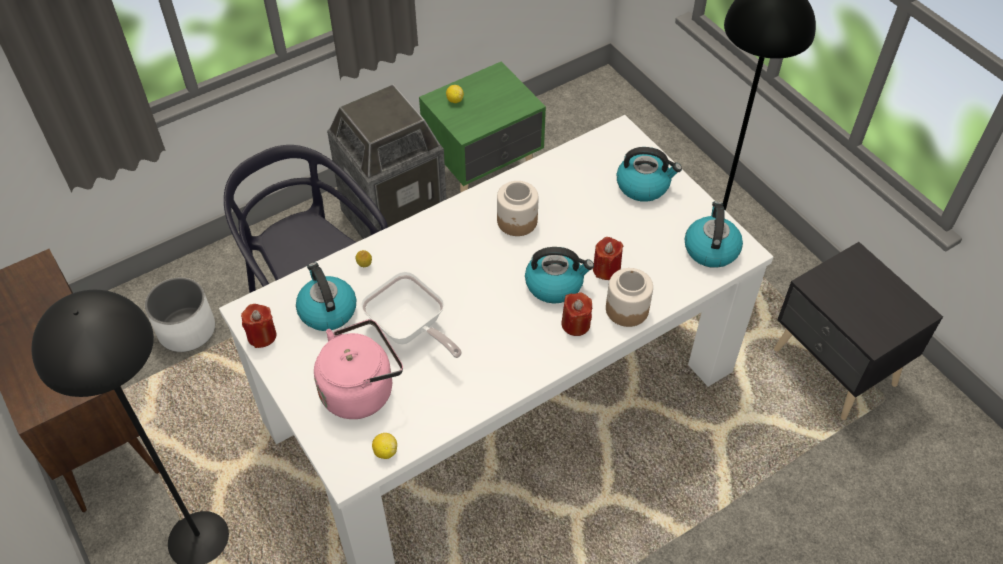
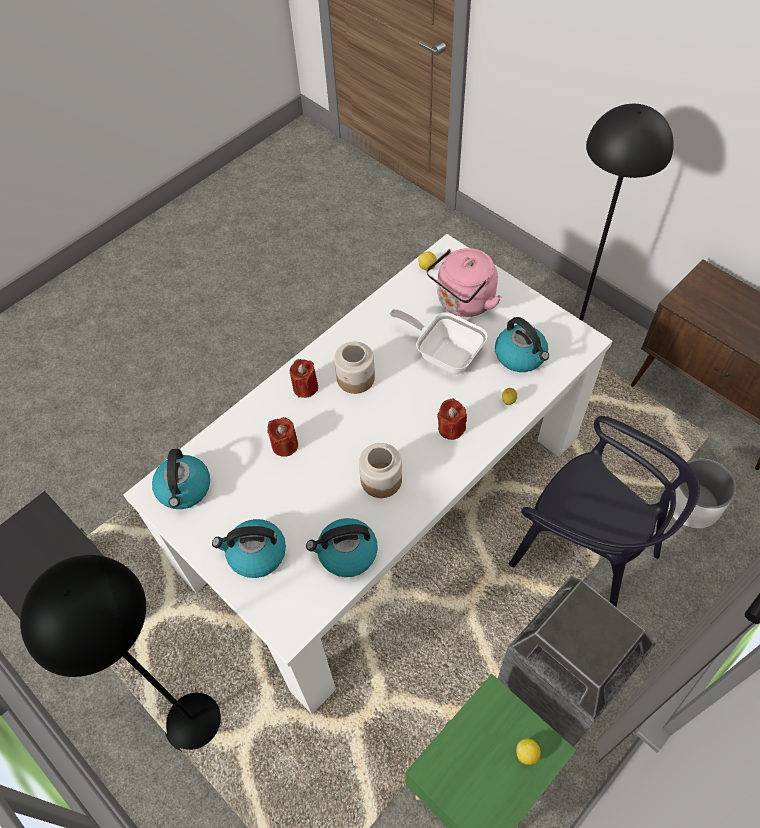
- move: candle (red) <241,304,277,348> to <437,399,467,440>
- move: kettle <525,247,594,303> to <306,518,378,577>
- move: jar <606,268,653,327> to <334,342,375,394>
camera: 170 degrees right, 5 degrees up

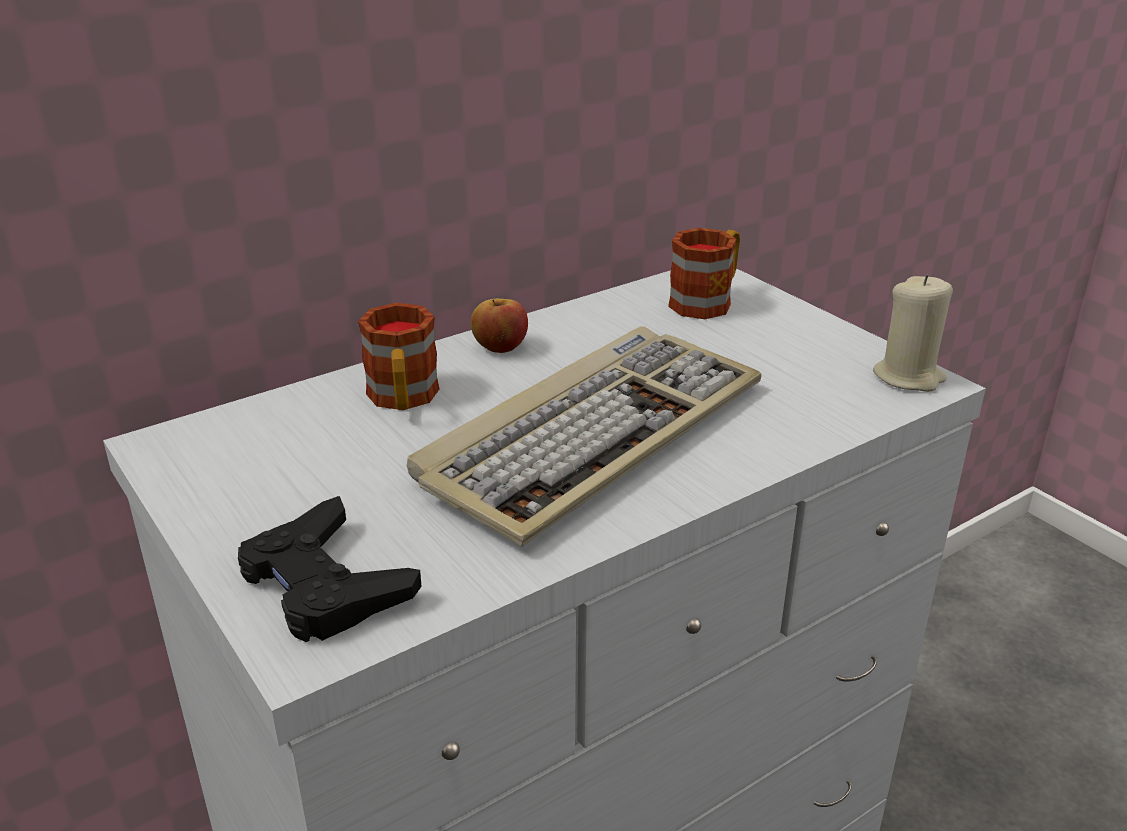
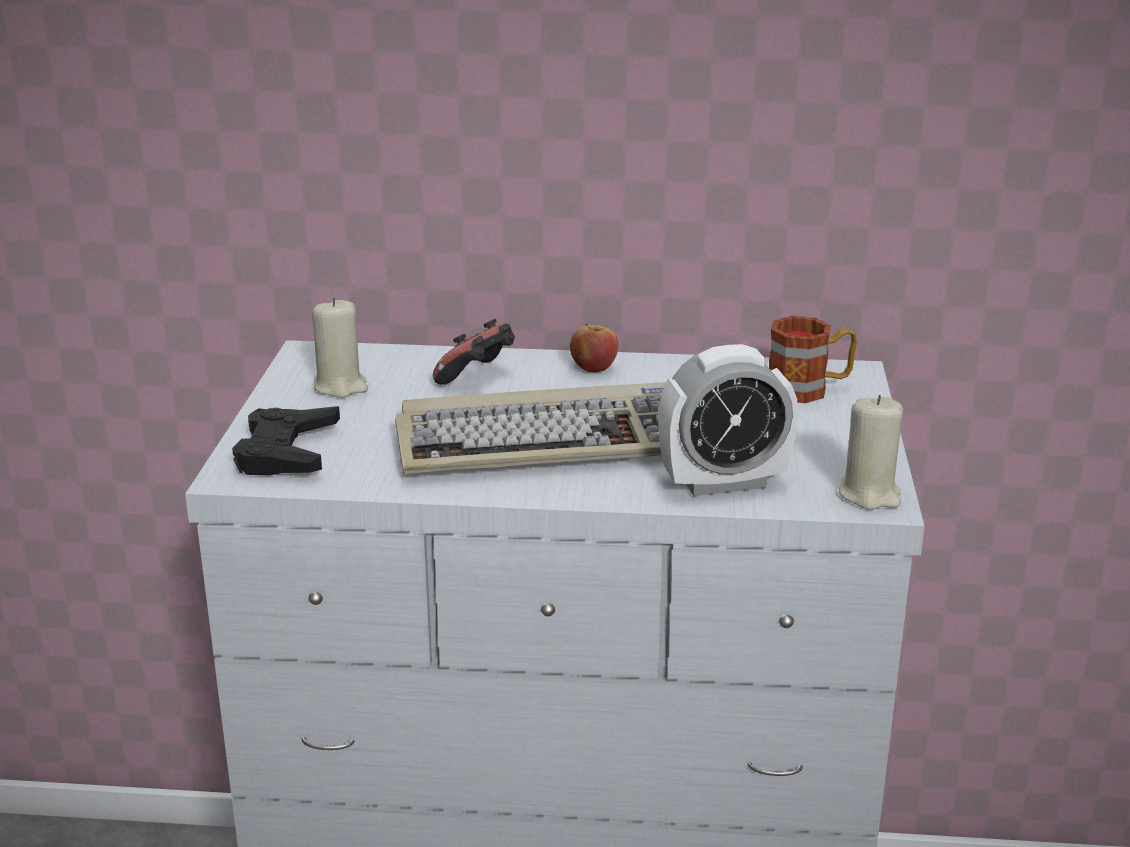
- insert: candle (beige) <312,298,368,398>
- insert: alarm clock <658,344,798,496>
- replace: mug <358,303,439,410> to game controller <433,319,515,385>
camera: 40 degrees right, 5 degrees down

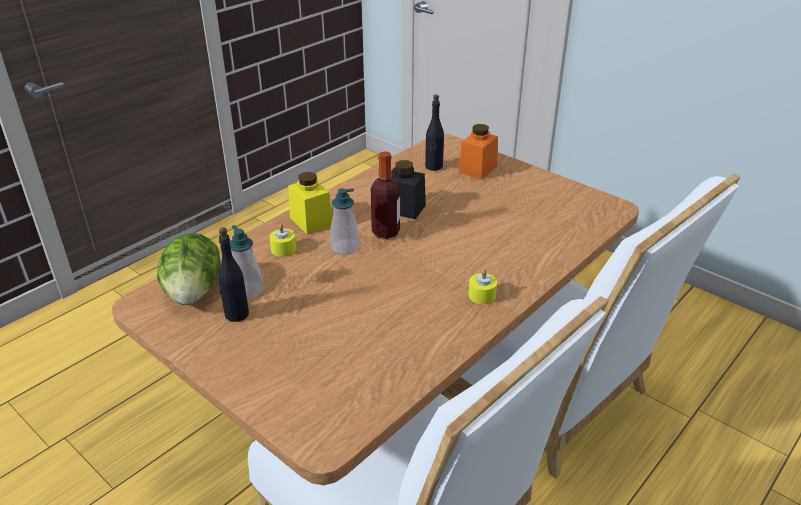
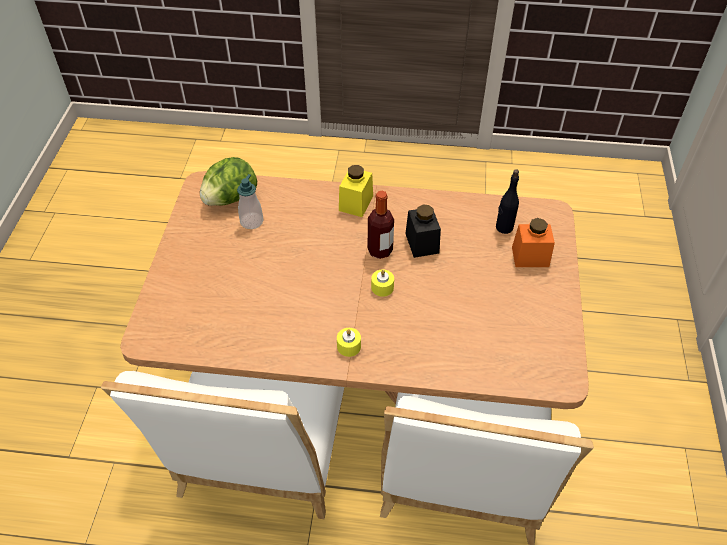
- delete: bottle (black) <218,228,249,322>
- delete: soap dispenser <330,188,359,255>
- move: candle (yellow) <269,224,296,257> to <371,270,394,297>
camera: 55 degrees right, 15 degrees up

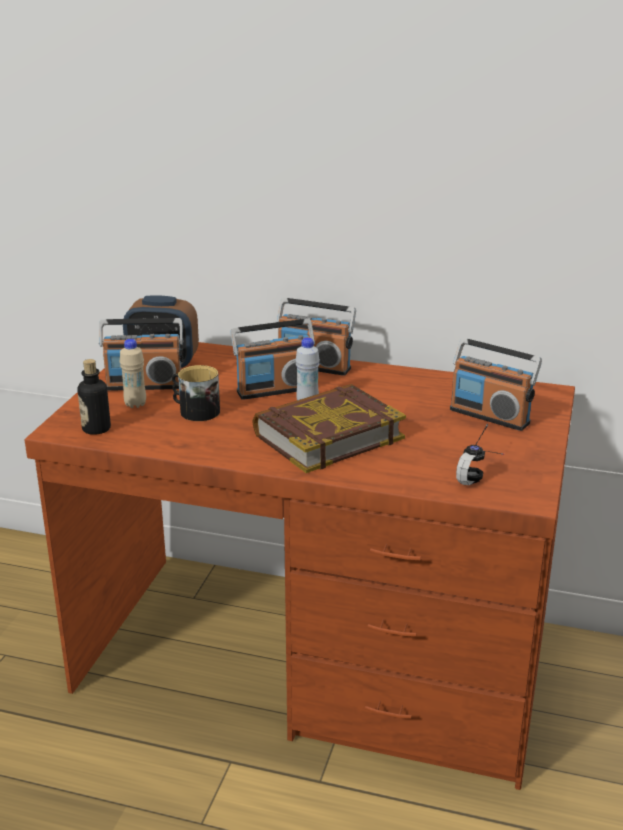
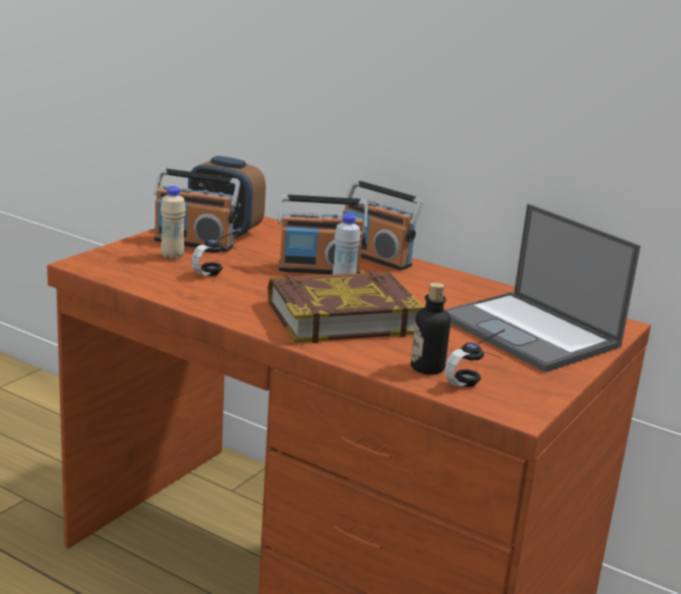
- move: bottle <78,359,111,435> to <411,282,451,375>
- replace: mug <172,365,220,421> to headphones <192,228,241,276>
- replace: radio <450,338,542,431> to laptop <446,203,641,372>
camera: 15 degrees right, 5 degrees down

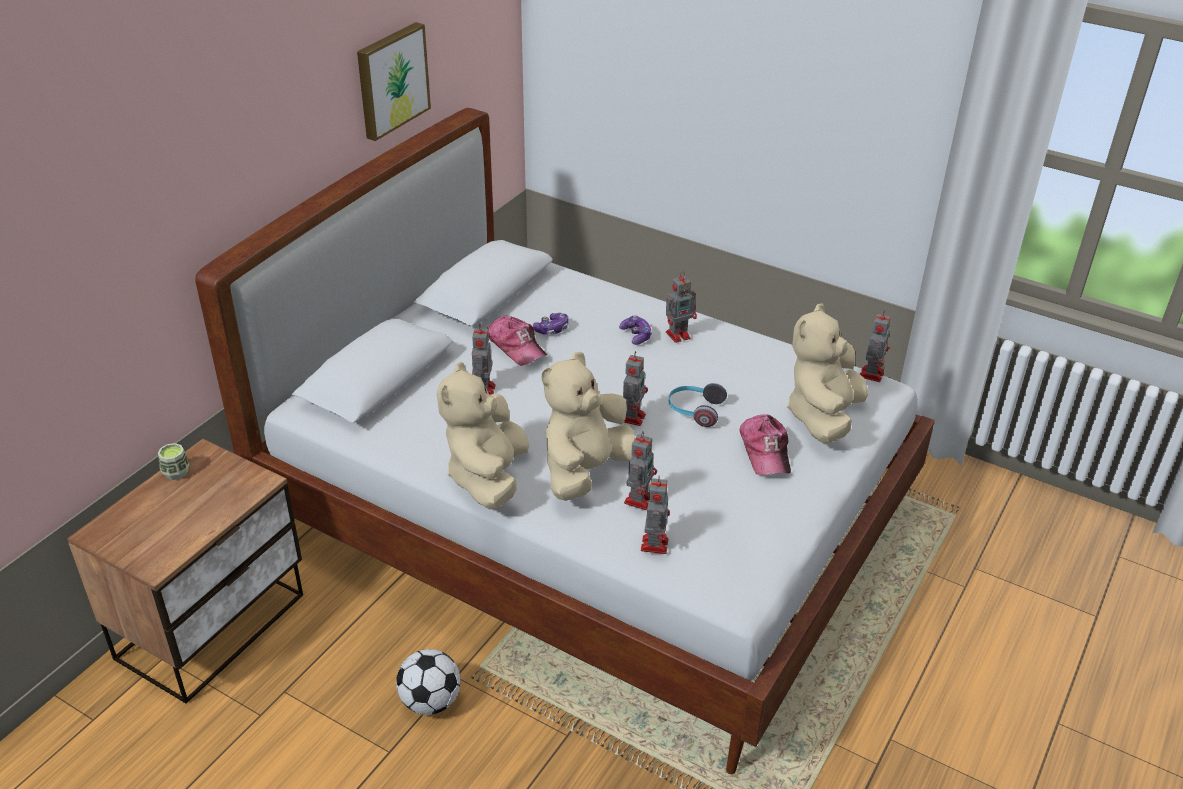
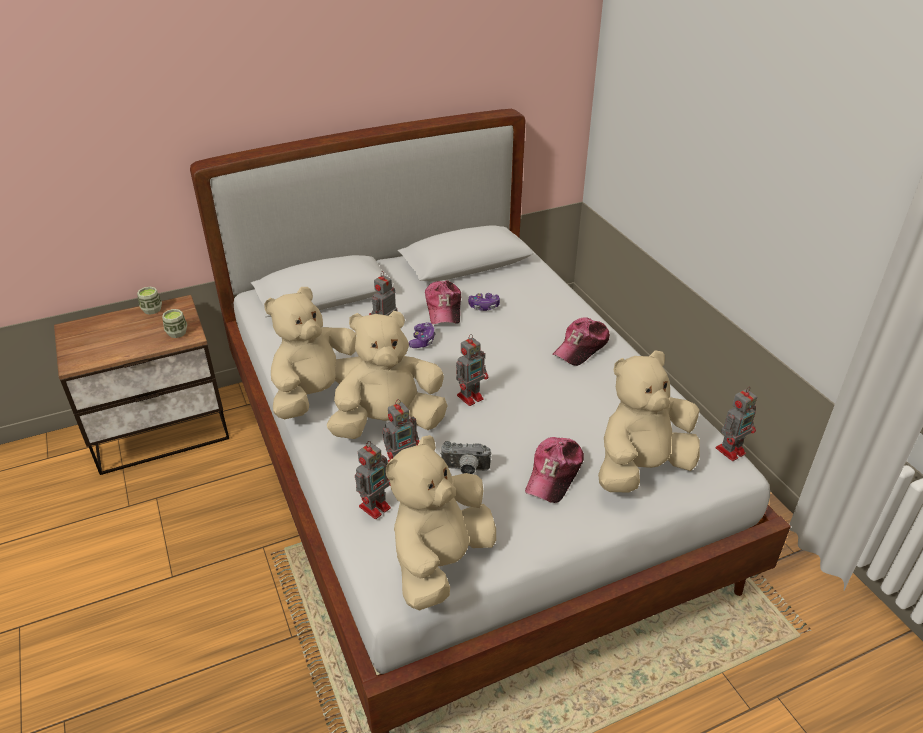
- delete: picture <357,22,431,141>
- delete: football <396,649,461,715>
- delete: headphones <669,383,727,427>
- insert: cup <162,309,187,338>
- insert: plush toy (beige) <386,435,496,611>
- insert: photo camera <440,441,491,474>
- move: game controller <619,315,652,345> to <409,322,436,348>
- replace: toy robot <666,271,697,343> to cap <552,318,610,366>
camera: 35 degrees right, 0 degrees up

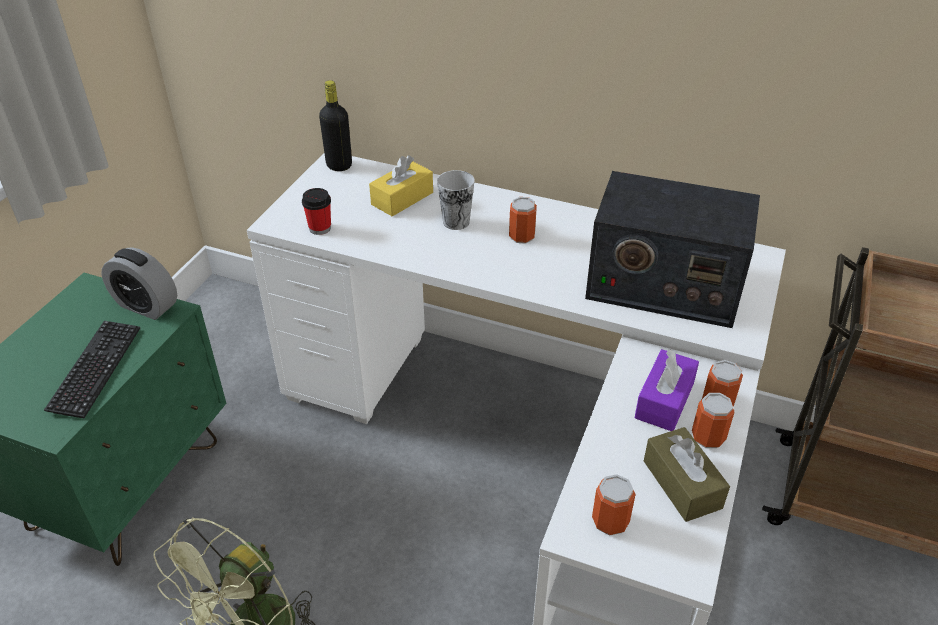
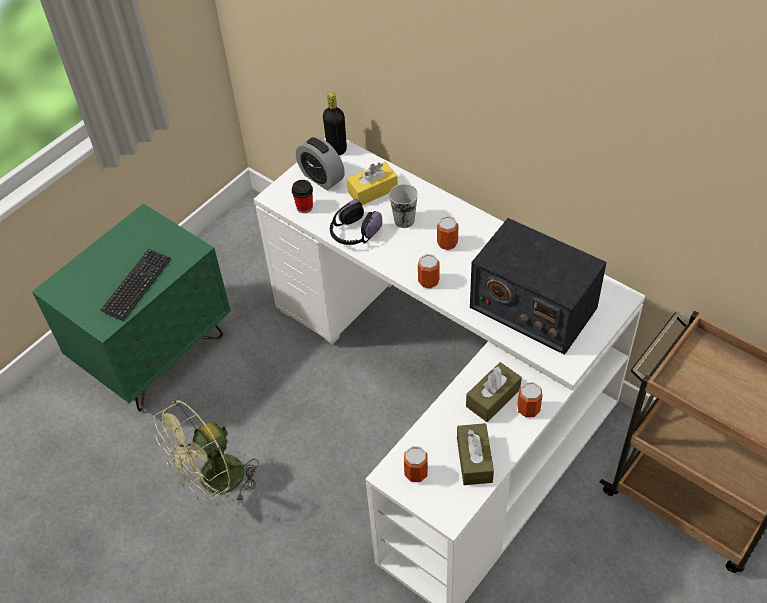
- insert: headphones <330,199,382,245>
- move: alarm clock <101,247,177,320> to <296,136,345,190>
- move: can <692,393,735,448> to <418,254,440,289>
- recolor: tissue box (purple) <635,349,699,431> to tissue box (brown) <466,362,522,422>
camera: 20 degrees right, 10 degrees up

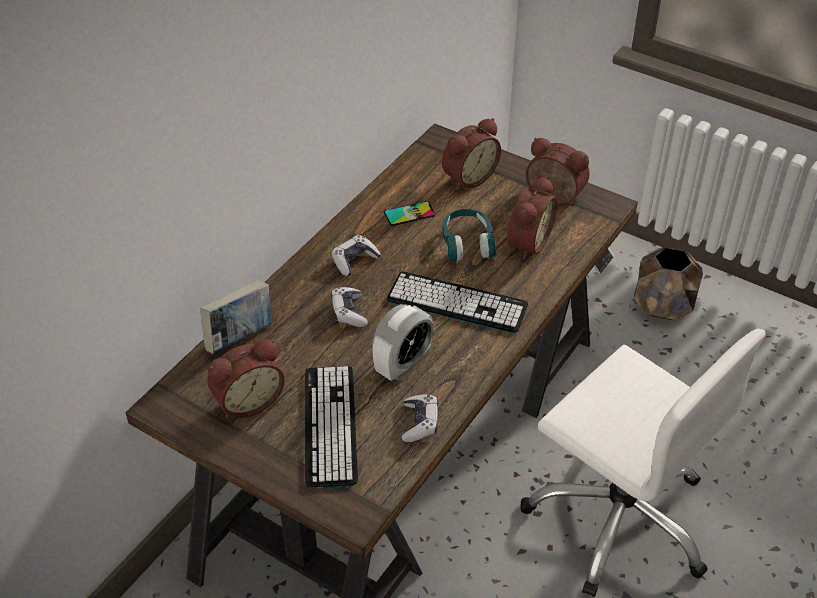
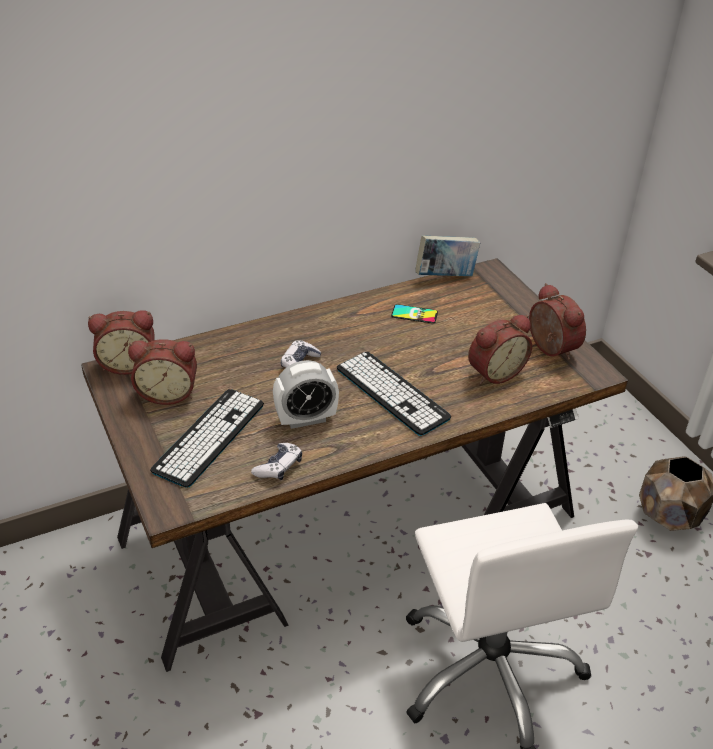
- delete: game controller <331,235,381,276>
- delete: headphones (turquoise) <442,209,496,262>
- move: book <200,280,271,354> to <415,235,480,276>
- move: alarm clock <442,118,501,190> to <88,310,155,375>
camera: 30 degrees right, 5 degrees down

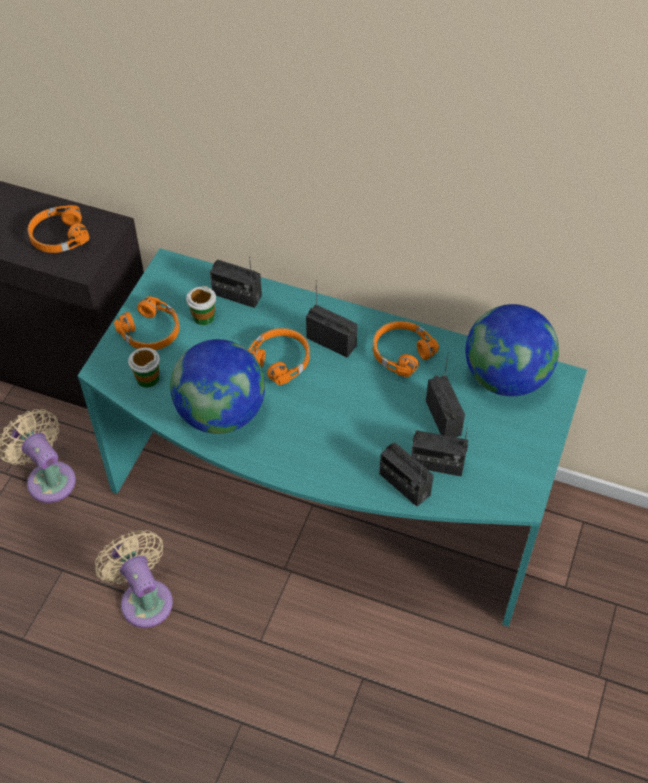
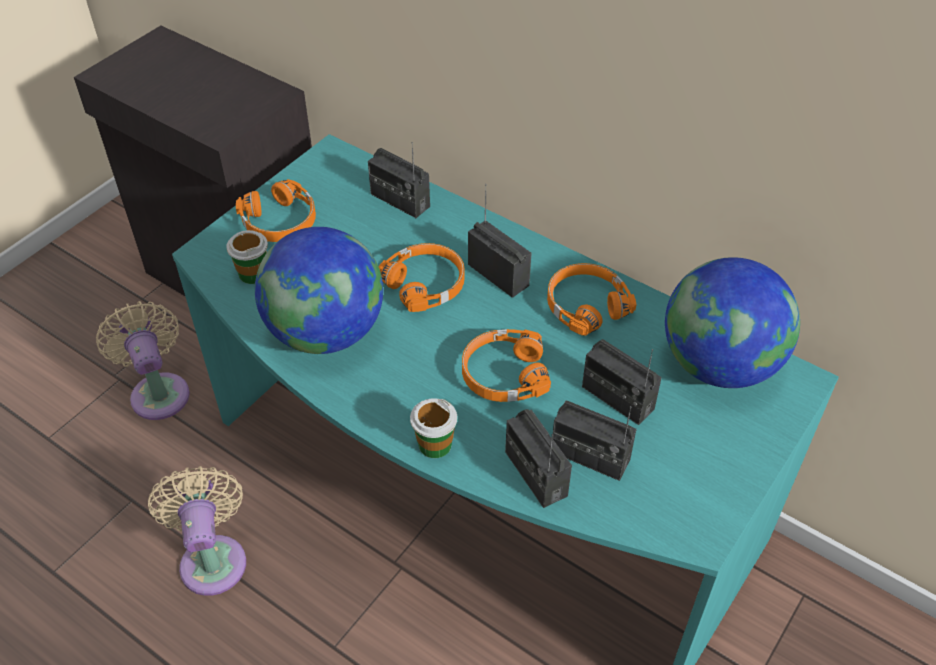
- move: headphones (orange) <28,205,90,253> to <462,329,551,402>
- move: cup <186,286,216,325> to <410,398,457,458>
- rotate: radio <426,352,465,437> = <582,339,662,425> 135 degrees clockwise
camera: 15 degrees right, 5 degrees down

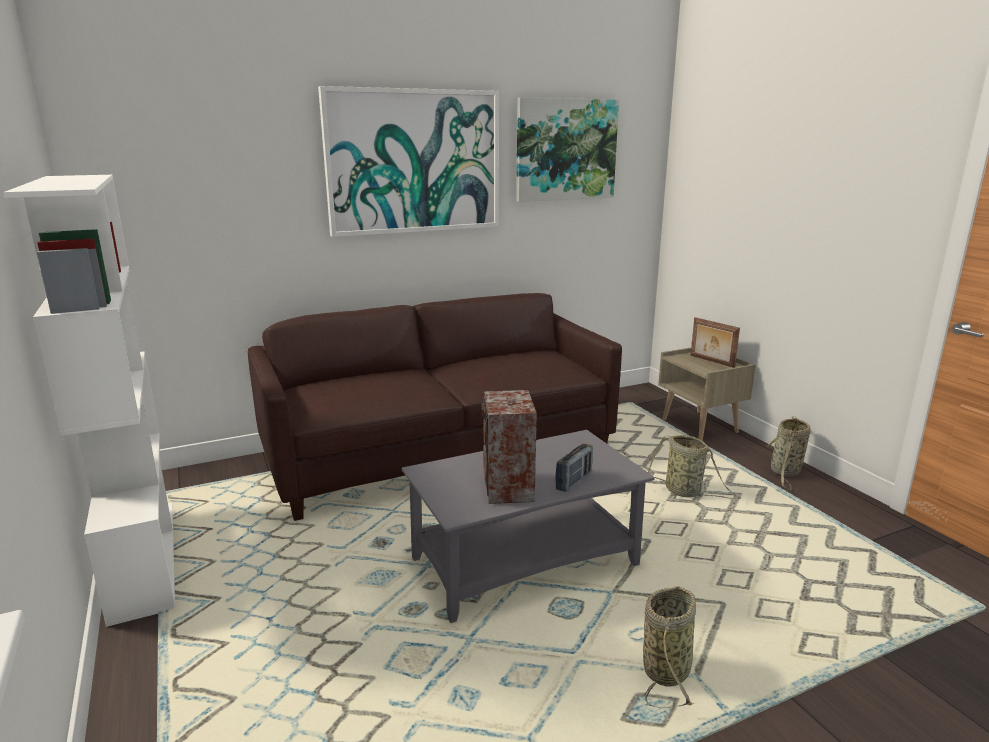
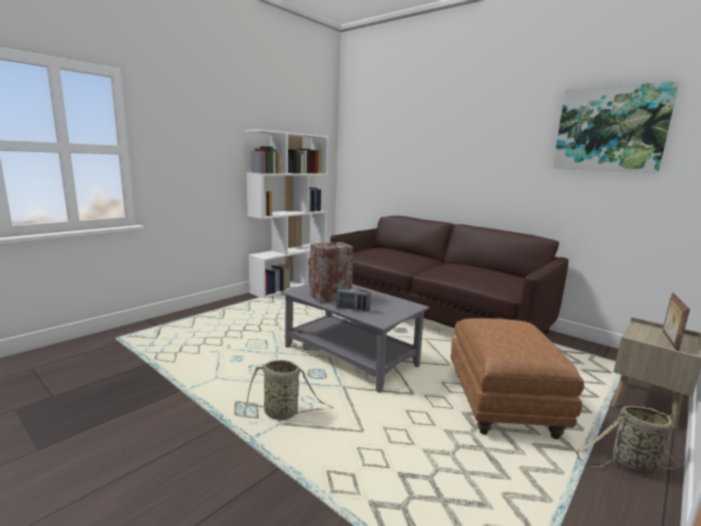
- delete: picture <318,86,499,237>
- replace: basket <648,435,741,499> to ottoman (brown) <451,318,584,439>
camera: 65 degrees right, 5 degrees down

